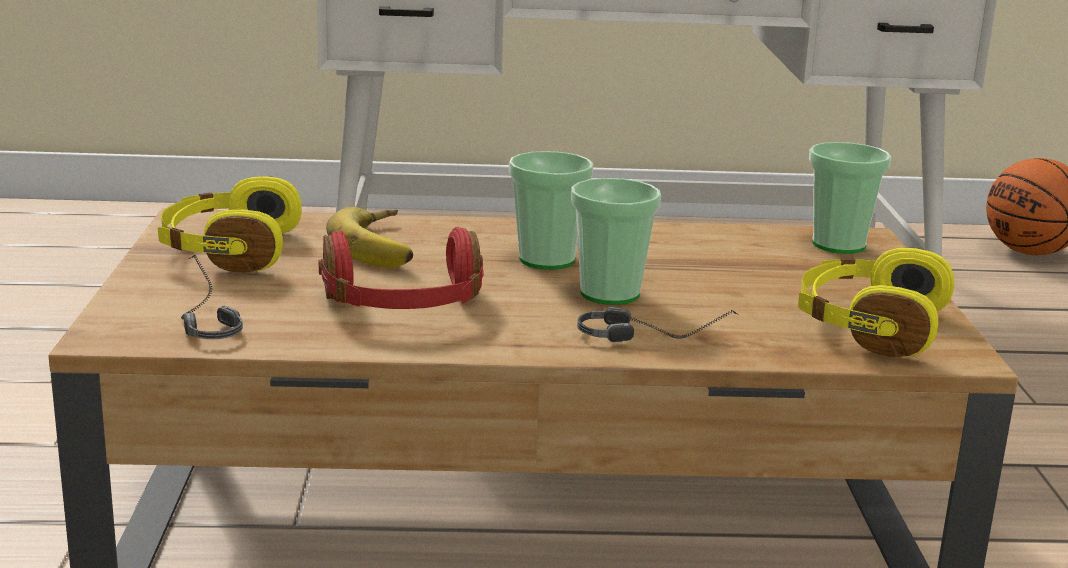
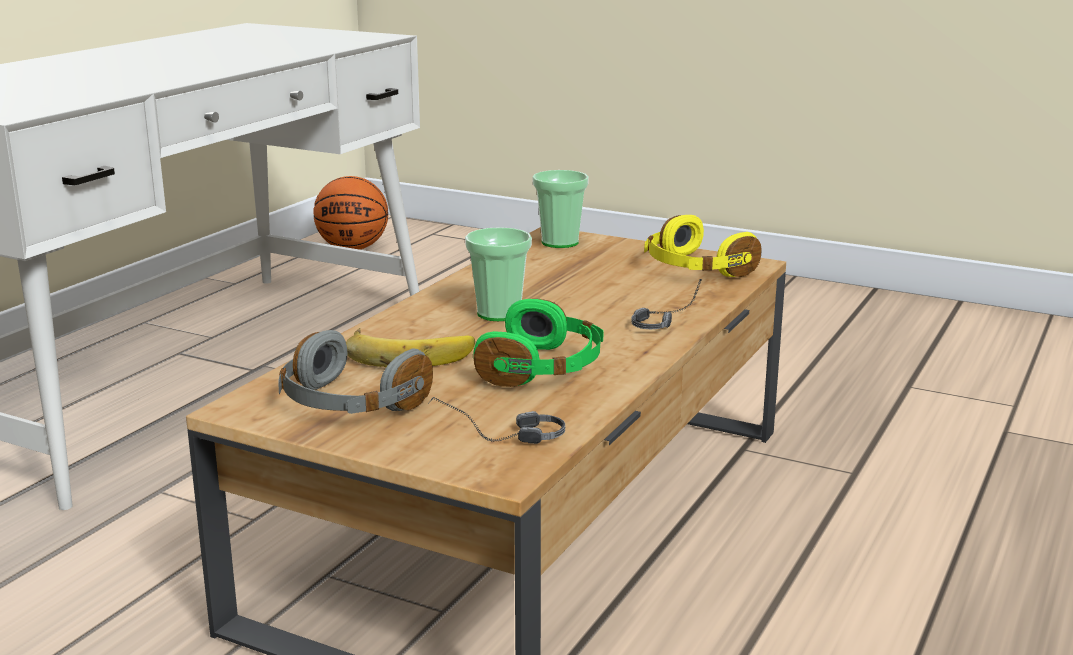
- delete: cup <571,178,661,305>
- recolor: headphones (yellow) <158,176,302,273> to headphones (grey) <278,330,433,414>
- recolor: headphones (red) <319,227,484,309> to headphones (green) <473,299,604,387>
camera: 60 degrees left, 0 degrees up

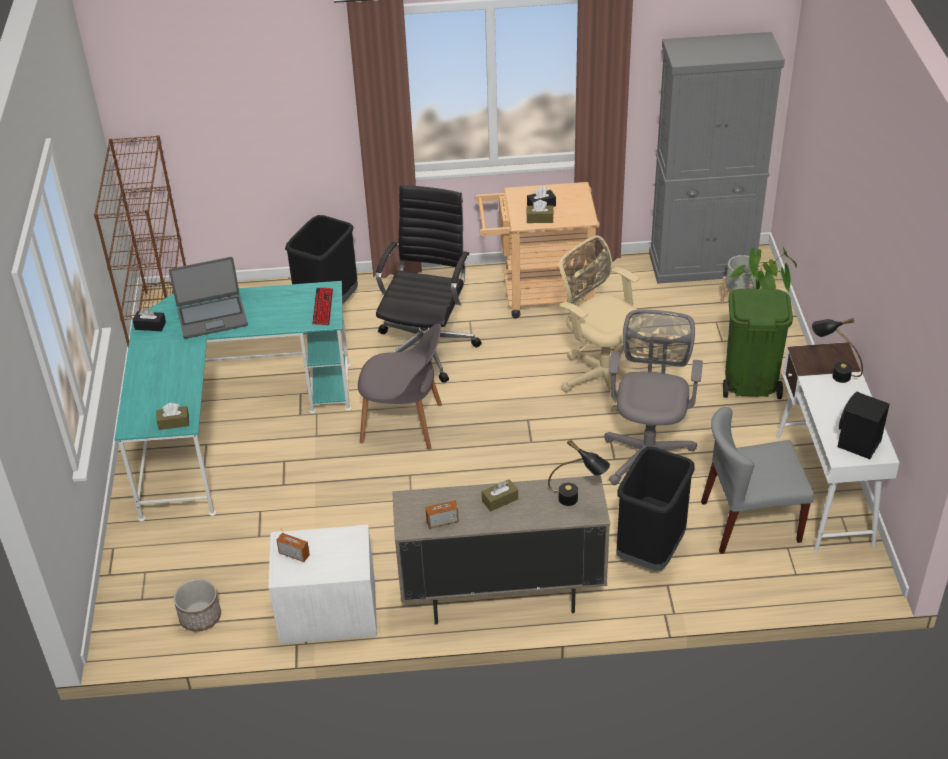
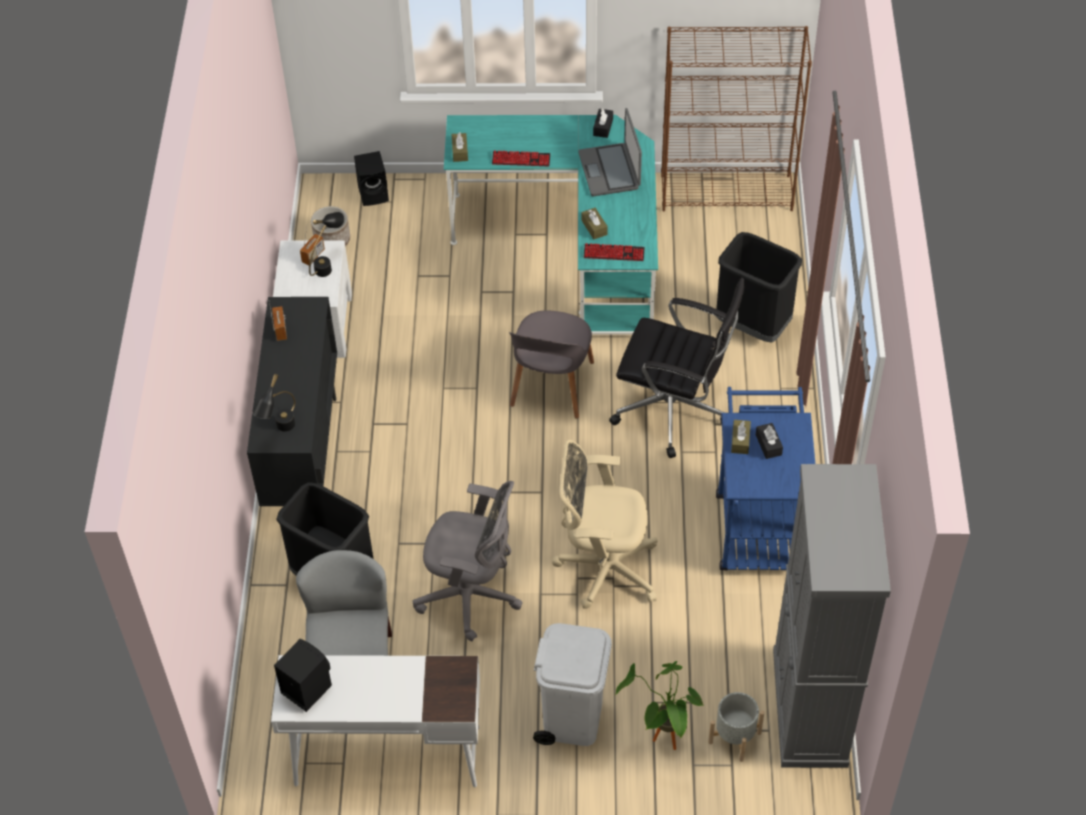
- insert: speaker (black) <354,151,389,206>
- insert: keyboard <492,151,550,166>
- move: tissue box (brown) <482,479,518,511> to <582,208,608,239>
- move: table lamp (black) <812,318,863,383> to <309,212,345,277>
- recolor: cabinet (beige) <392,475,610,625> to cabinet (black) <247,297,337,506>
- recolor: cart (beige) <475,182,600,318> to cart (blue) <716,387,815,570>
- recolor: trash can (green) <723,289,793,399> to trash can (white) <533,623,612,746>
- rotate: office chair (beige) <559,235,644,413> = <552,440,658,609> 135 degrees counterclockwise
camera: 95 degrees right, 10 degrees up

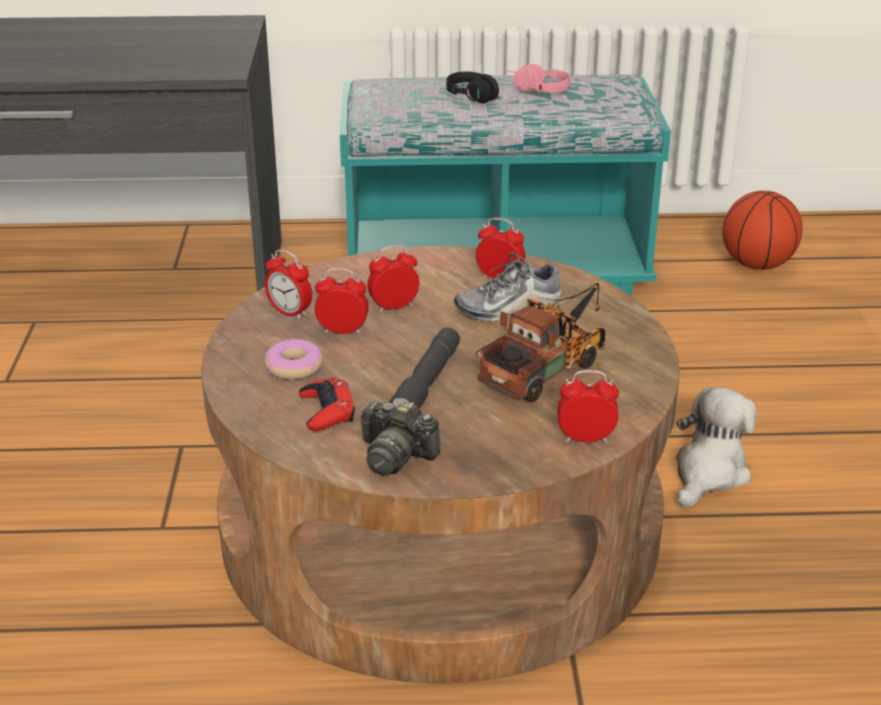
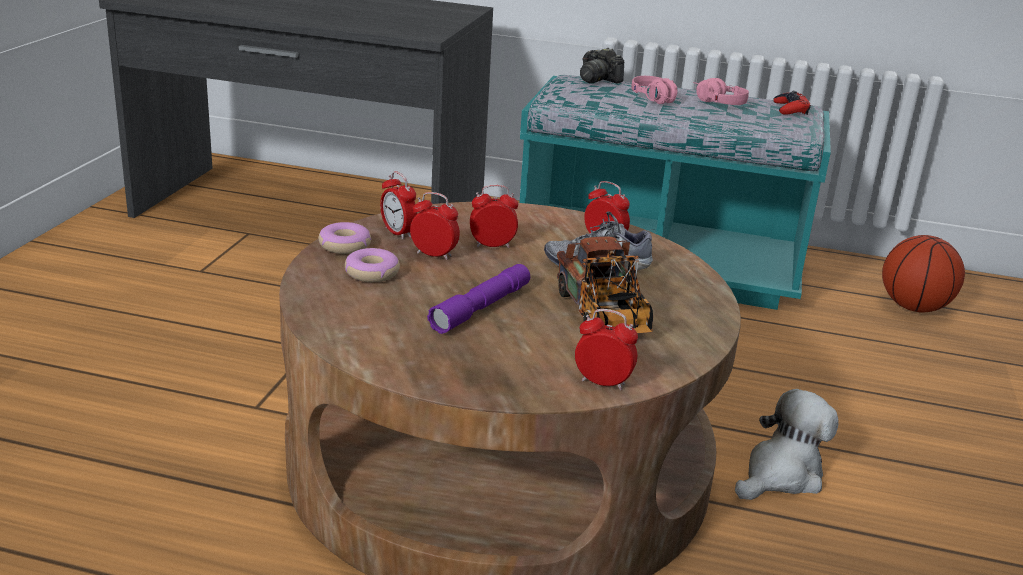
- insert: donut <319,222,371,254>
- move: game controller (red) <299,377,355,431> to <773,90,811,115>
- move: photo camera <360,400,440,476> to <580,48,624,84>
- recolor: flashlight (grey) <389,327,460,409> to flashlight (purple) <427,264,530,334>
- recolor: headphones (black) <446,72,499,104> to headphones (pink) <631,76,678,104>
- rotate: toy truck <476,283,605,403> = <557,237,653,333> 105 degrees clockwise
camera: 15 degrees right, 5 degrees down

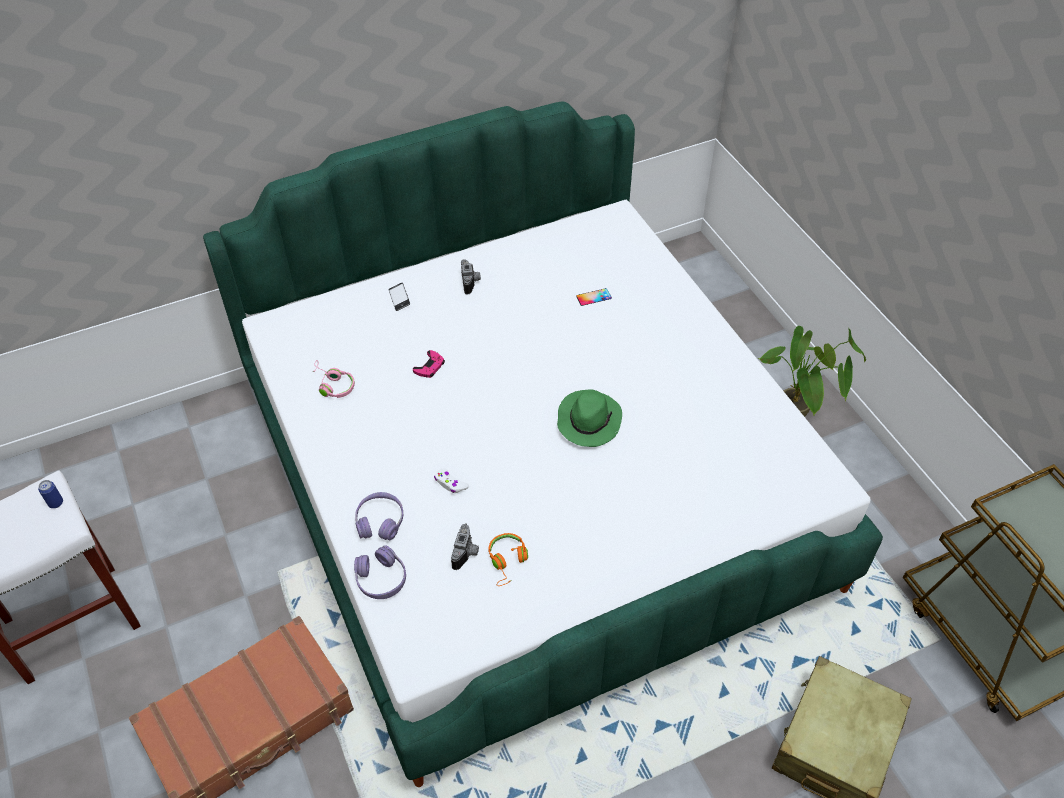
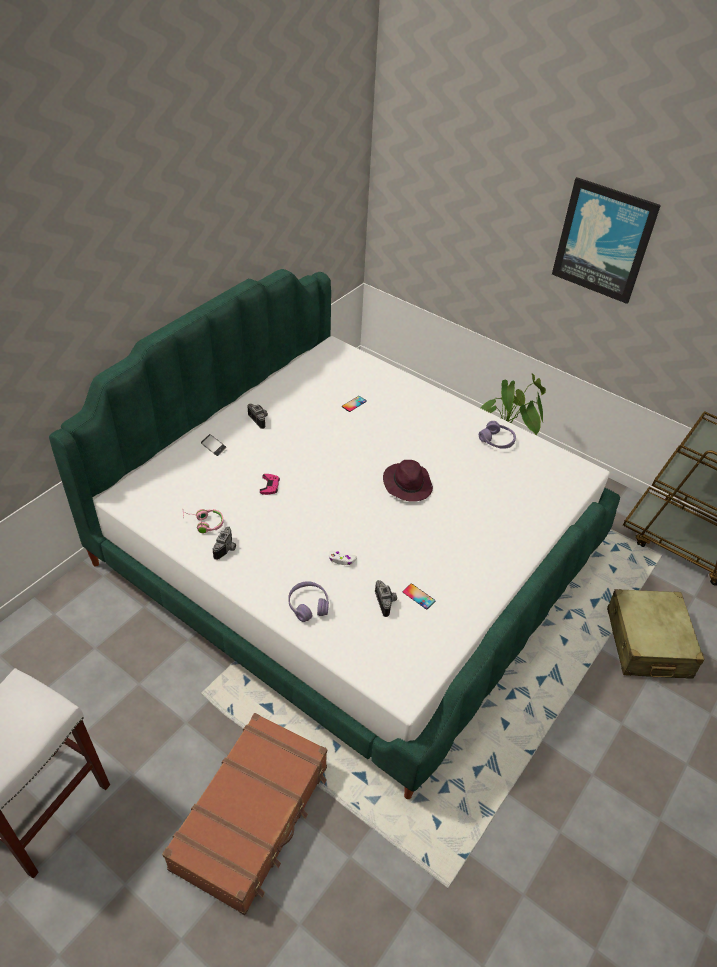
- delete: can <38,480,63,508>
- insert: photo camera <213,527,236,560>
- insert: picture <552,177,661,304>
- move: headphones (purple) <354,545,406,599> to <479,421,516,449>
- replace: headphones (orange) <488,533,528,586> to phone <403,583,436,609>
- recolor: hat (green) <557,389,622,447> to hat (purple) <383,460,433,502>
camera: 30 degrees left, 5 degrees down

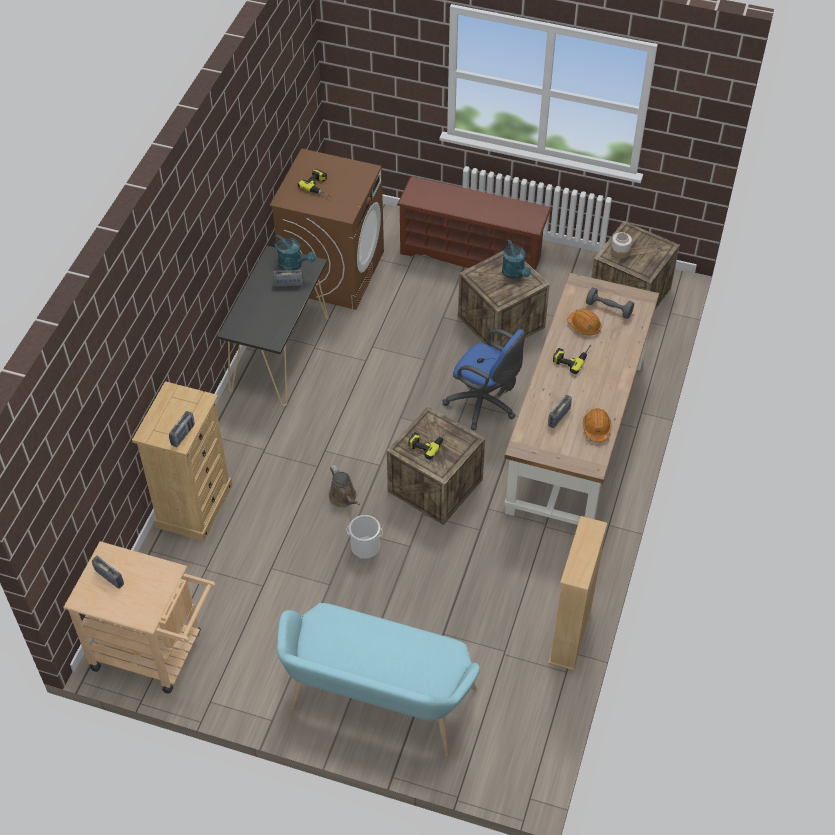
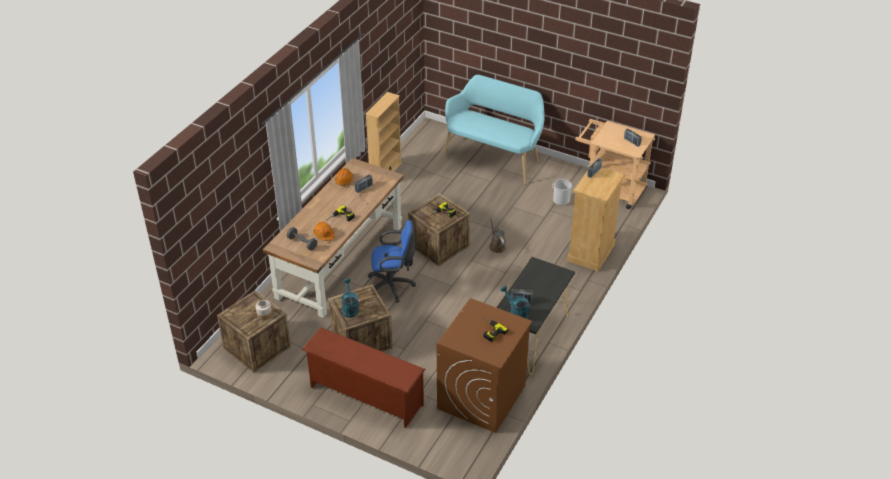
- move: bucket <347,515,383,559> to <552,179,573,205>
- rotate: office chair (blue) <443,329,525,430> = <368,220,416,303> 135 degrees clockwise
camera: 170 degrees left, 10 degrees down

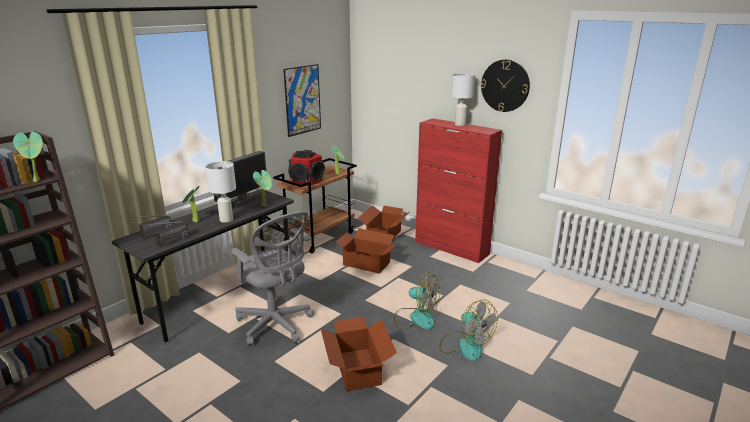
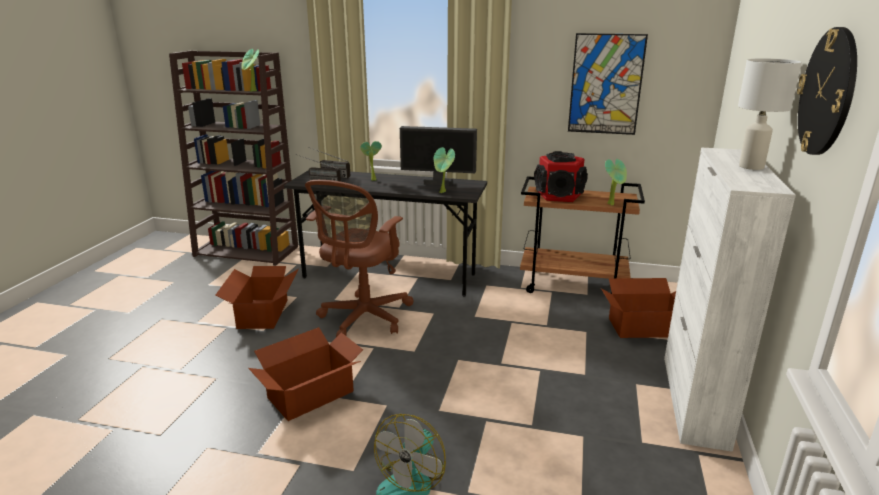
- delete: table lamp (white) <206,161,236,223>
- delete: fan <394,272,440,330>
- move: cardboard box <336,228,397,274> to <215,266,298,329>
- recolor: office chair (grey) <229,211,315,346> to office chair (brown) <305,180,414,337>
- recolor: cabinet (red) <415,118,502,263> to cabinet (white) <664,147,796,452>
camera: 65 degrees right, 0 degrees up

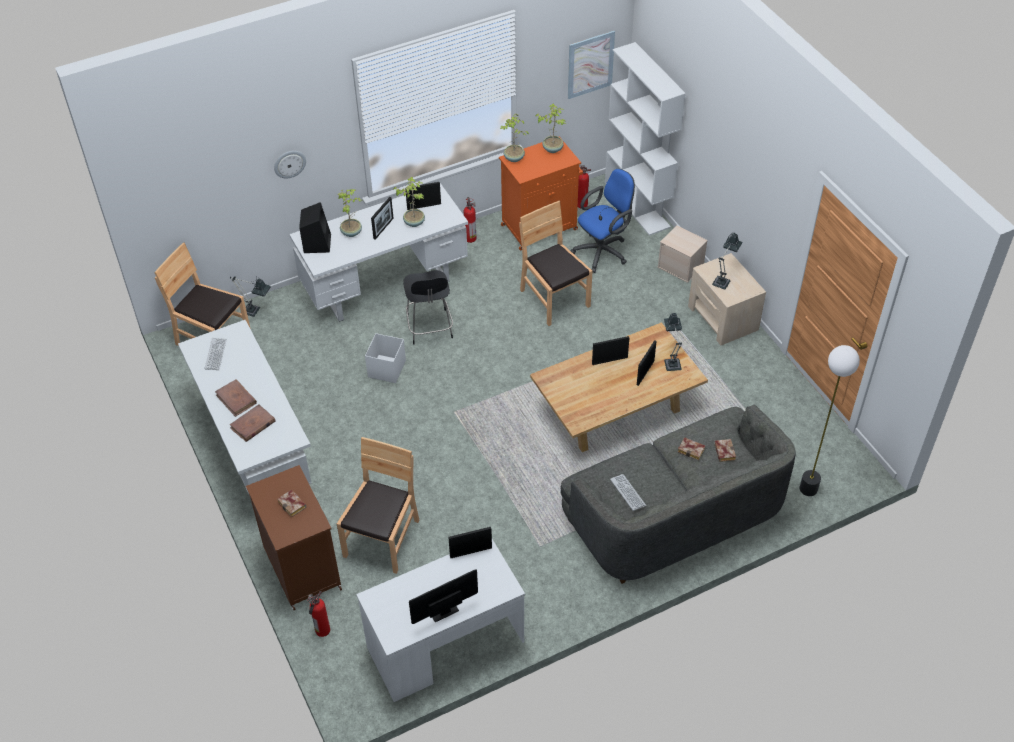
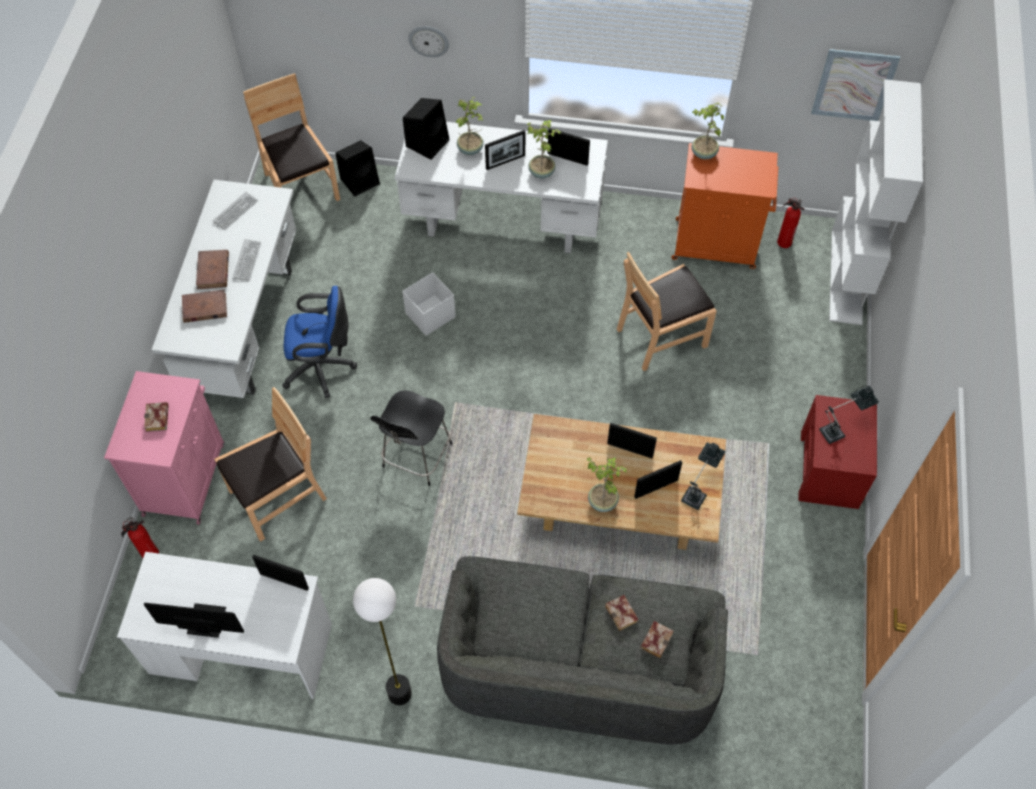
- delete: fire extinguisher <464,197,476,243>
- delete: storage box (beige) <658,225,708,283>
- move: stool (black) <403,270,453,344> to <370,390,452,486>
- move: potted plant <536,103,566,153> to <587,457,628,512>
- move: office chair (blue) <570,169,635,273> to <282,286,357,398>
- move: keyboard <610,474,646,511> to <232,239,261,281>
- move: floor lamp <799,345,860,496> to <353,578,412,705>
- replace: table lamp <230,276,271,317> to speaker (black) <335,140,380,197>
- recolor: cabinet (brown) <246,465,342,610> to cabinet (pink) <104,371,224,525>
- recolor: nightstand (beige) <688,253,766,345> to nightstand (red) <798,395,877,509>
- rotate: chair (brown) <519,201,593,326> = <617,252,717,371> 120 degrees counterclockwise
camera: 35 degrees right, 10 degrees up

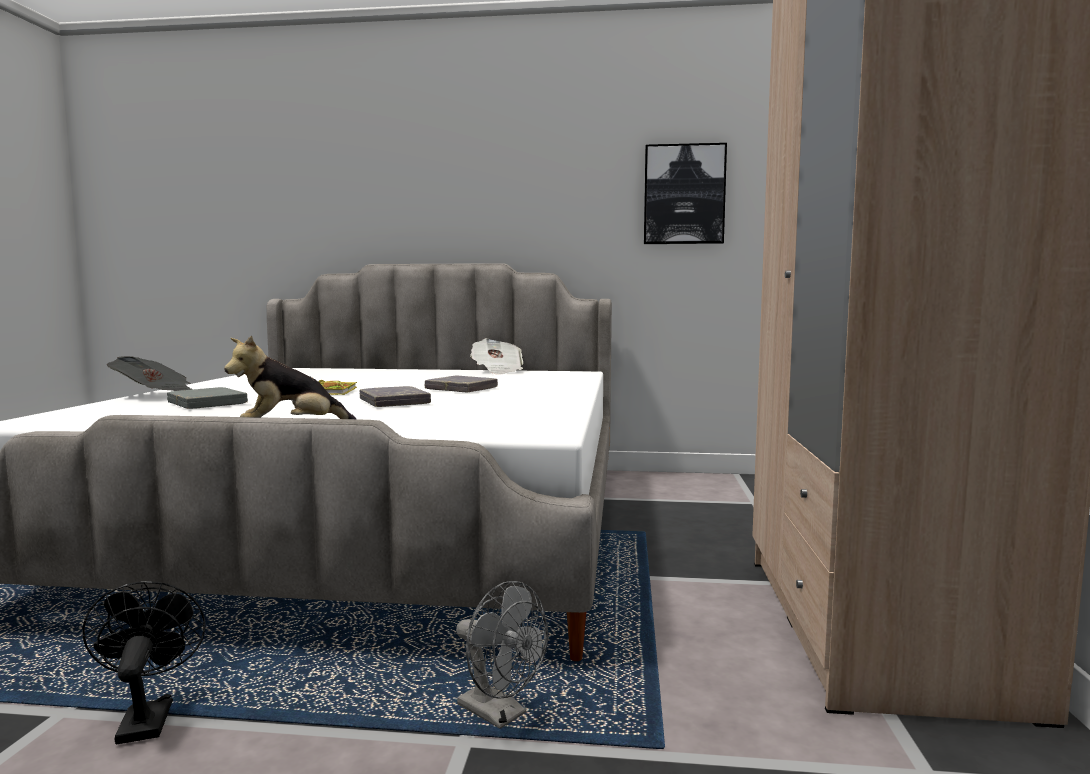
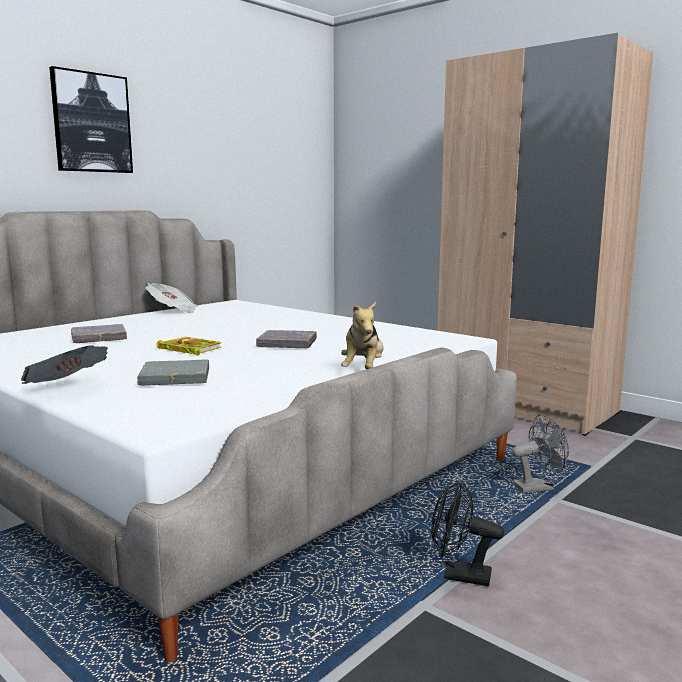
- move: book (grey) <425,376,498,392> to <71,324,127,343>
- move: picture <644,143,727,244> to <49,66,133,173>
camera: 55 degrees left, 5 degrees up

